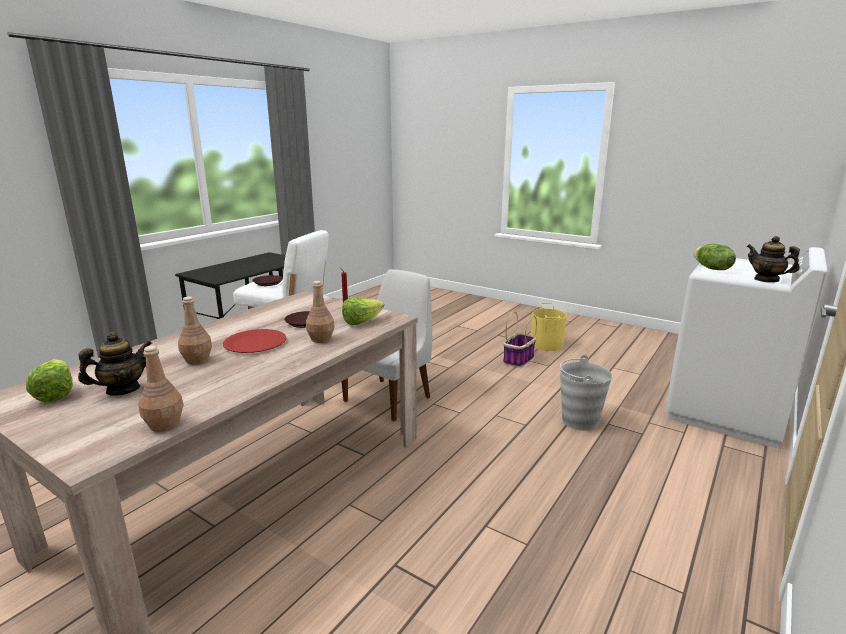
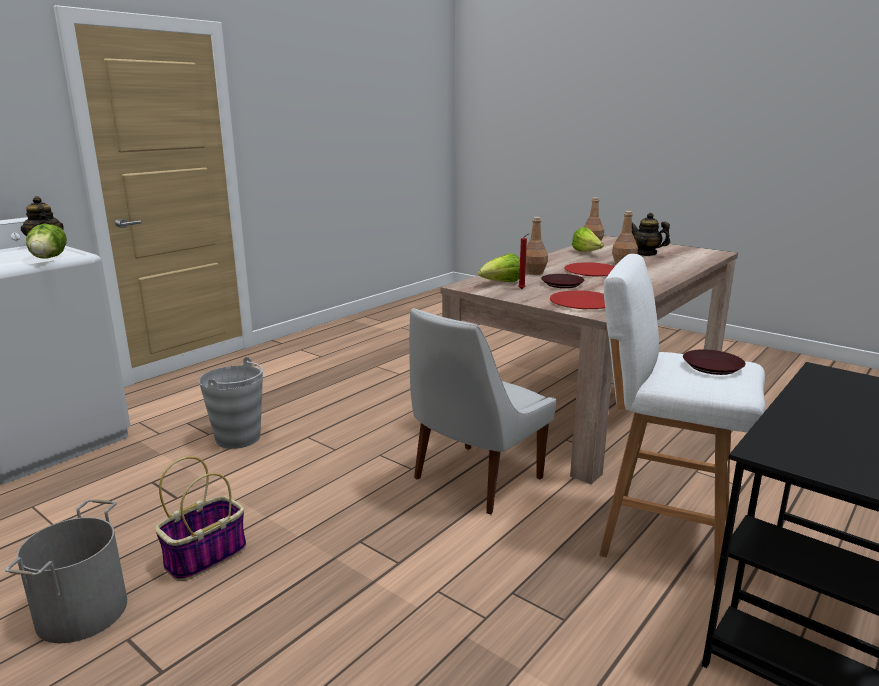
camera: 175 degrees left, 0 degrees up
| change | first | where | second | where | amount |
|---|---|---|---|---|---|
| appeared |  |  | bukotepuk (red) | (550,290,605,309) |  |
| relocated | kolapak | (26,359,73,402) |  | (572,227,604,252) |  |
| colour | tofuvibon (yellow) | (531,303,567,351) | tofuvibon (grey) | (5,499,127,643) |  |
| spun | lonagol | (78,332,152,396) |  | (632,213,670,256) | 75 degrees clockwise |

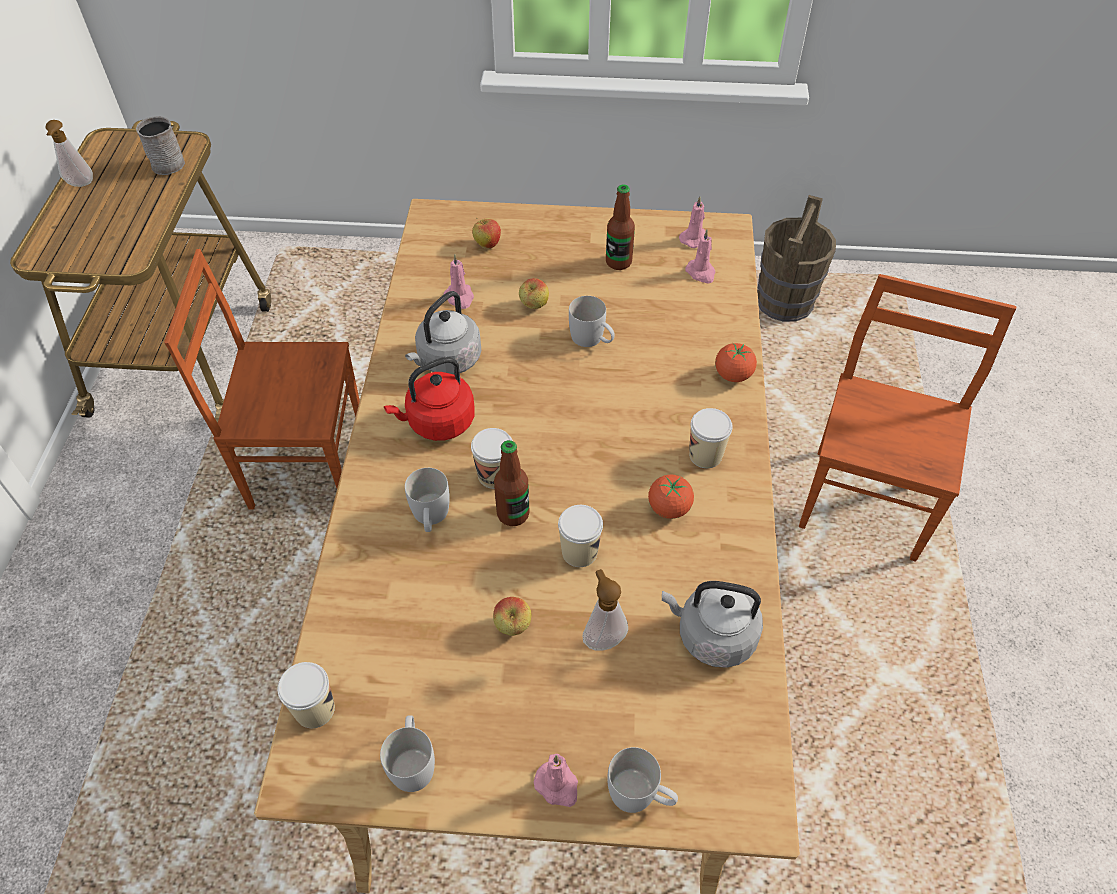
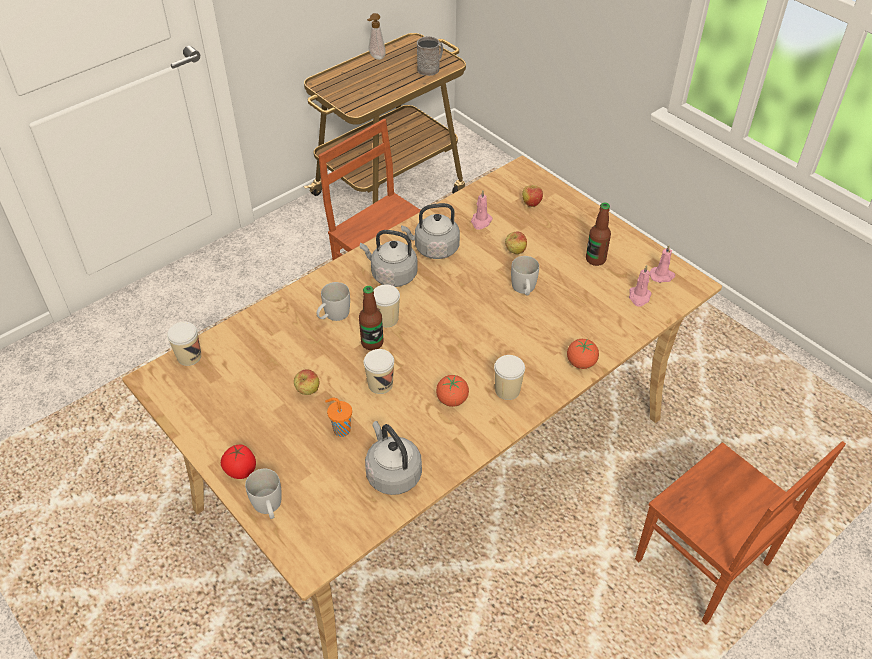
camera: 45 degrees right, 5 degrees down
| change | first | where | second | where | amount |
|---|---|---|---|---|---|
| missing | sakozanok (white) | (380,715,435,792) |  |  |  |
| missing | tofuvibon (brown) | (758,195,836,322) |  |  |  |
| exchanged | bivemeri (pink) | (534,754,578,807) | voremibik | (221,444,256,479) |  |
| exchanged | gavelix | (582,569,628,651) | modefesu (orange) | (325,398,352,437) |  |
| colour | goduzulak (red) | (384,357,475,441) | goduzulak (grey) | (360,230,418,287) |  |
| spun | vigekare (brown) | (799,274,1016,562) |  | (635,441,846,624) | 75 degrees clockwise |

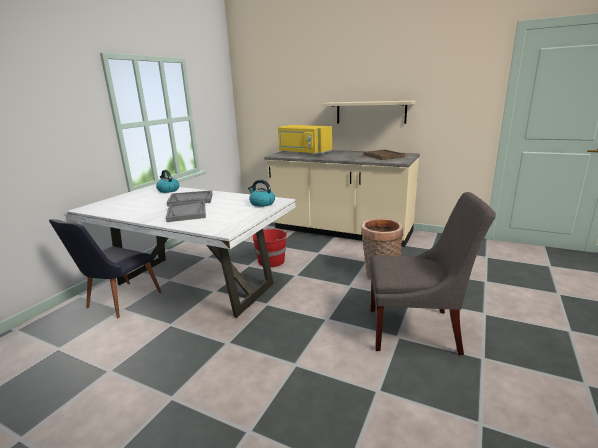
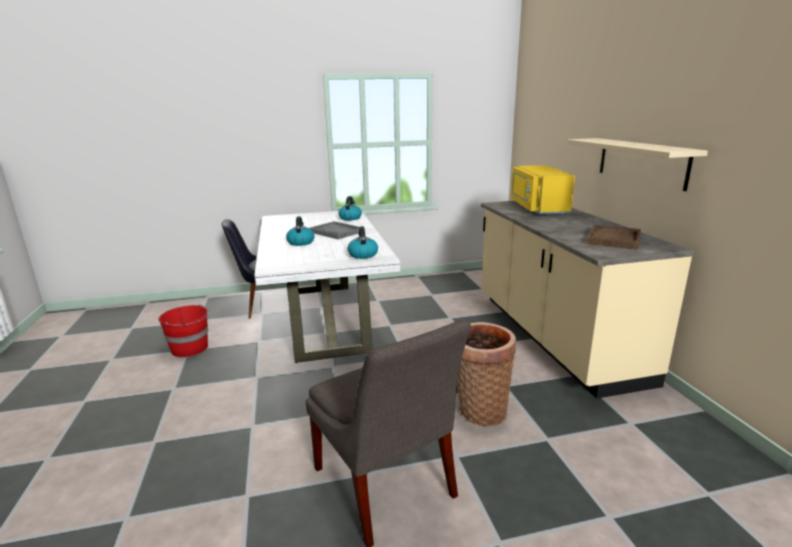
camera: 50 degrees right, 0 degrees up
| change | first | where | second | where | amount |
|---|---|---|---|---|---|
| relocated | tofuvibon (red) | (253,229,289,267) |  | (159,304,210,357) |  |
| exchanged | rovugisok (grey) | (166,200,206,222) | goduzulak | (286,216,314,246) |  |

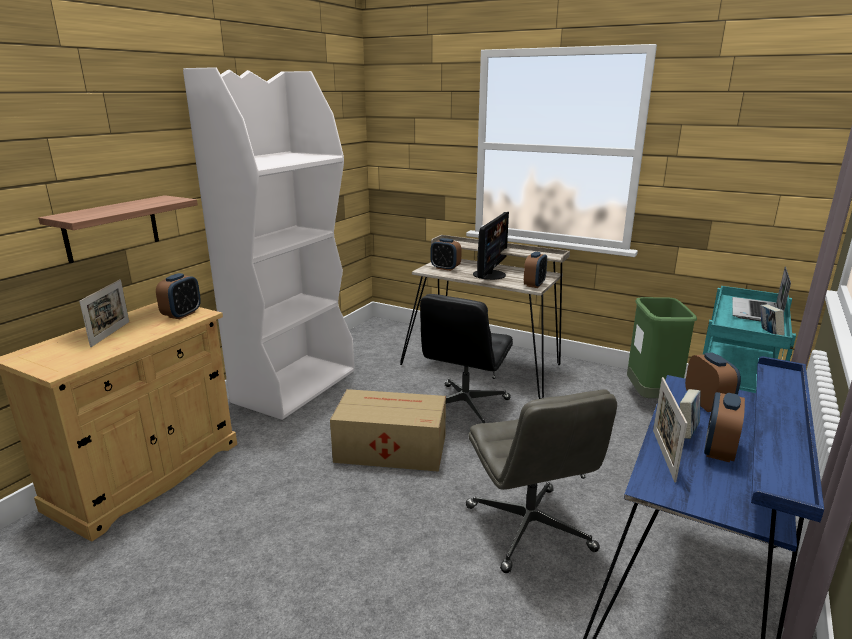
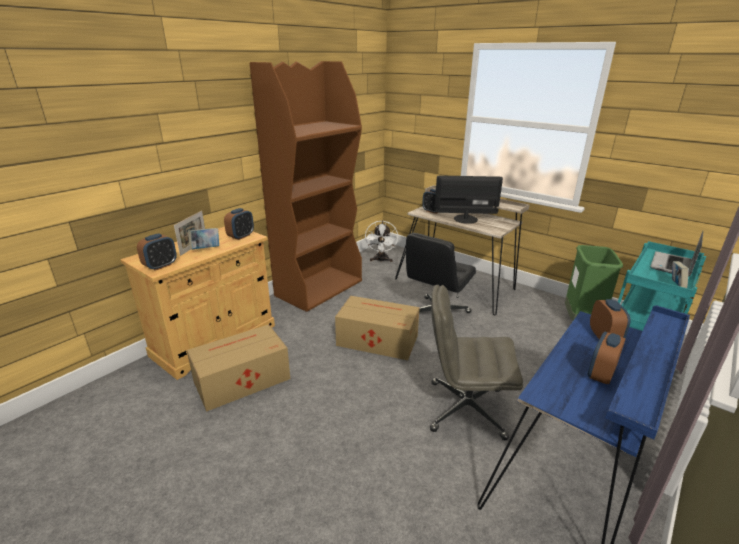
camera: 10 degrees right, 5 degrees up
| change | first | where | second | where | amount |
|---|---|---|---|---|---|
| missing | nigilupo | (38,195,198,263) |  |  |  |
| missing | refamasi | (653,377,688,482) |  |  |  |
| appeared |  |  | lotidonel | (187,324,290,412) |  |
| appeared |  |  | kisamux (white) | (365,220,398,262) |  |
| relocated | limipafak | (524,252,547,288) |  | (137,233,177,271) |  |
| relocated | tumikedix | (680,389,701,439) |  | (188,228,219,250) |  |
| colour | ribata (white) | (183,67,354,420) | ribata (brown) | (250,61,362,312) |  |
| spun | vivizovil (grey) | (466,389,617,573) |  | (430,285,523,440) | 105 degrees clockwise |
| spun | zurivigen | (473,212,509,280) |  | (434,175,503,224) | 120 degrees counterclockwise |

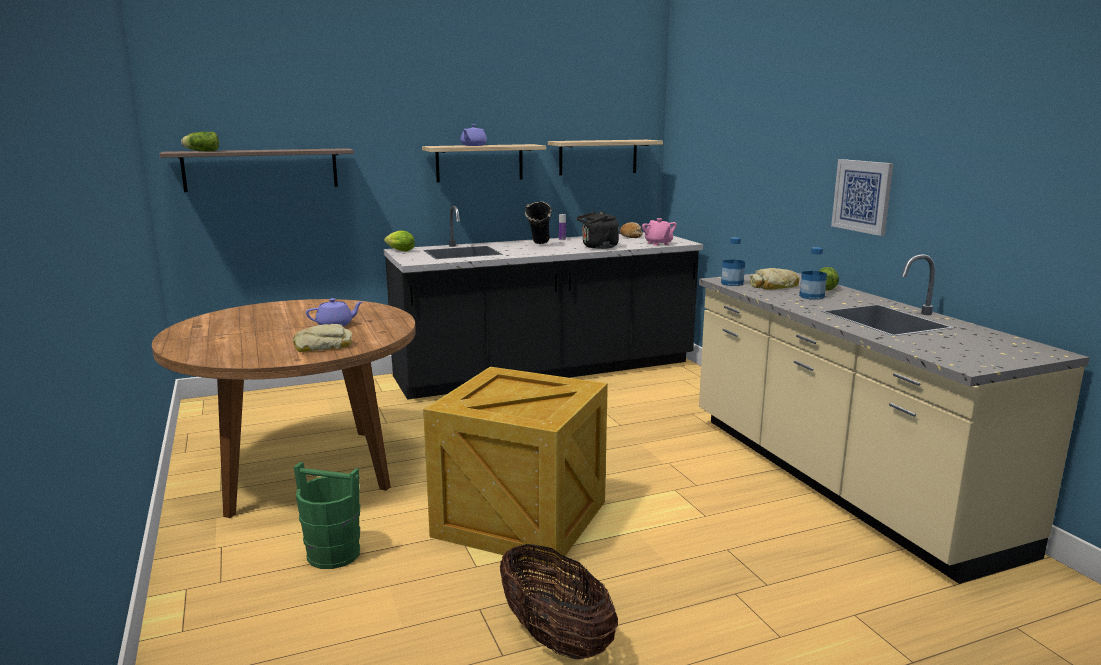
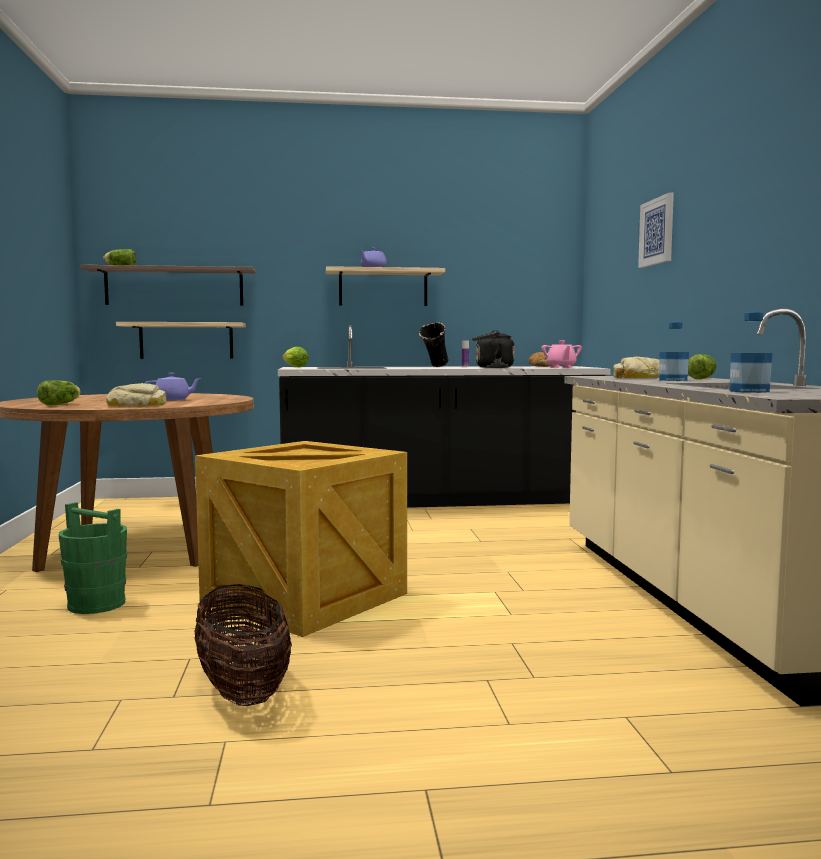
camera: 15 degrees right, 10 degrees down
| change | first | where | second | where | amount |
|---|---|---|---|---|---|
| appeared |  |  | kolapak | (37,380,81,405) |  |
| relocated | nigilupo | (548,140,663,175) |  | (116,322,246,359) |  |
| relocated | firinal | (721,237,745,286) |  | (730,312,772,393) |  |
| relocated | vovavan | (831,159,894,236) |  | (638,192,674,268) |  |

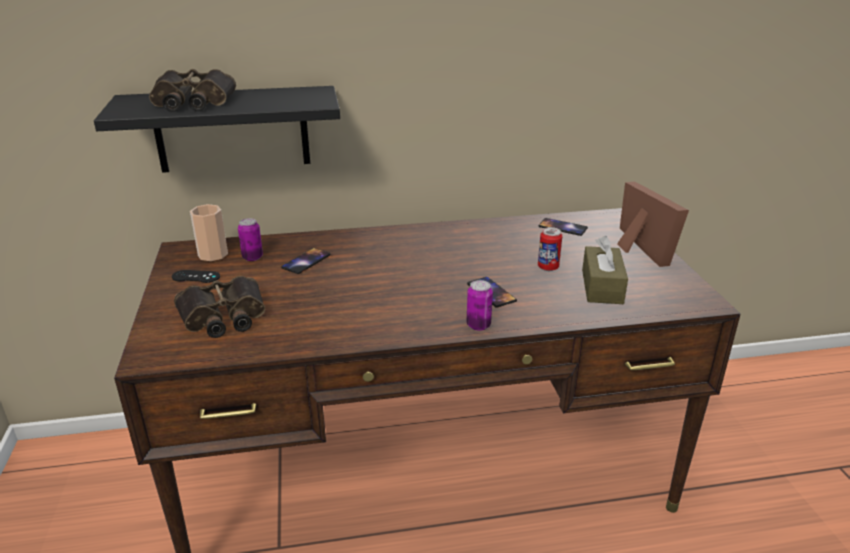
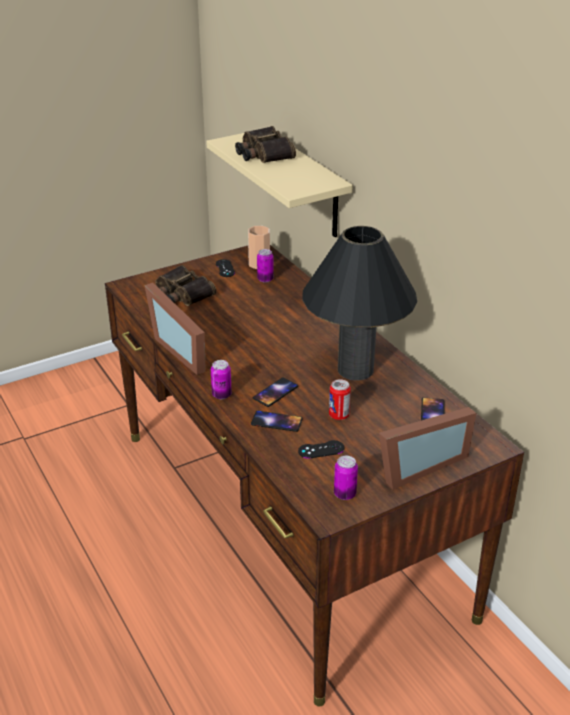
camera: 70 degrees right, 5 degrees up
| change | first | where | second | where | amount |
|---|---|---|---|---|---|
| appeared |  |  | refamasi | (144,283,206,375) |  |
| appeared |  |  | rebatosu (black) | (302,226,417,380) |  |
| appeared |  |  | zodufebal | (334,456,358,500) |  |
| relocated | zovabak | (281,248,331,274) |  | (251,411,303,432) |  |
| exchanged | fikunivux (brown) | (582,236,628,304) | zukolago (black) | (298,440,345,459) |  |
| colour | nigilupo (black) | (94,86,340,173) | nigilupo (beige) | (206,133,353,237) |  |

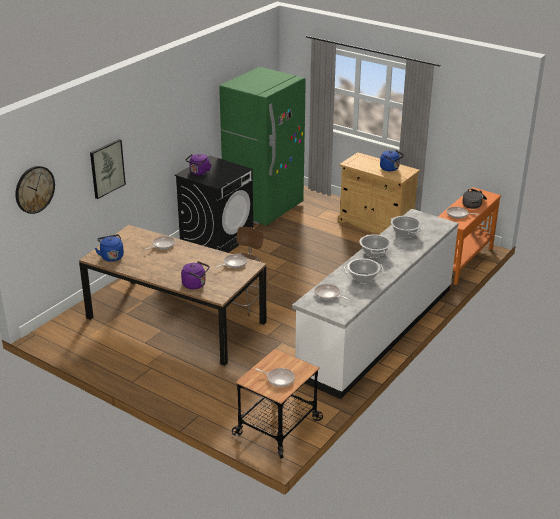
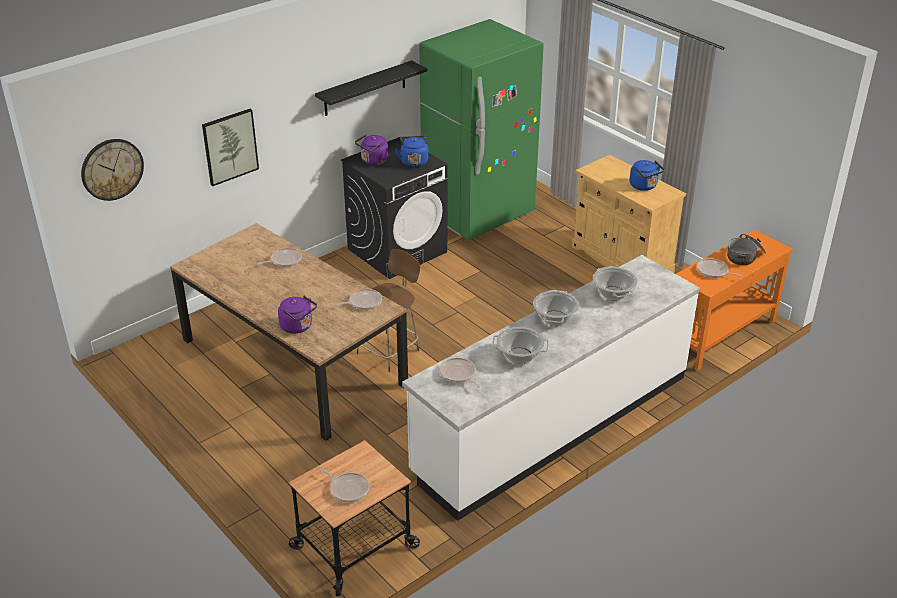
camera: 15 degrees right, 5 degrees up
| change | first | where | second | where | amount |
|---|---|---|---|---|---|
| appeared |  |  | nigilupo (black) | (315,60,427,116) |  |
| relocated | goduzulak (blue) | (95,234,124,262) |  | (395,135,428,167) |  |

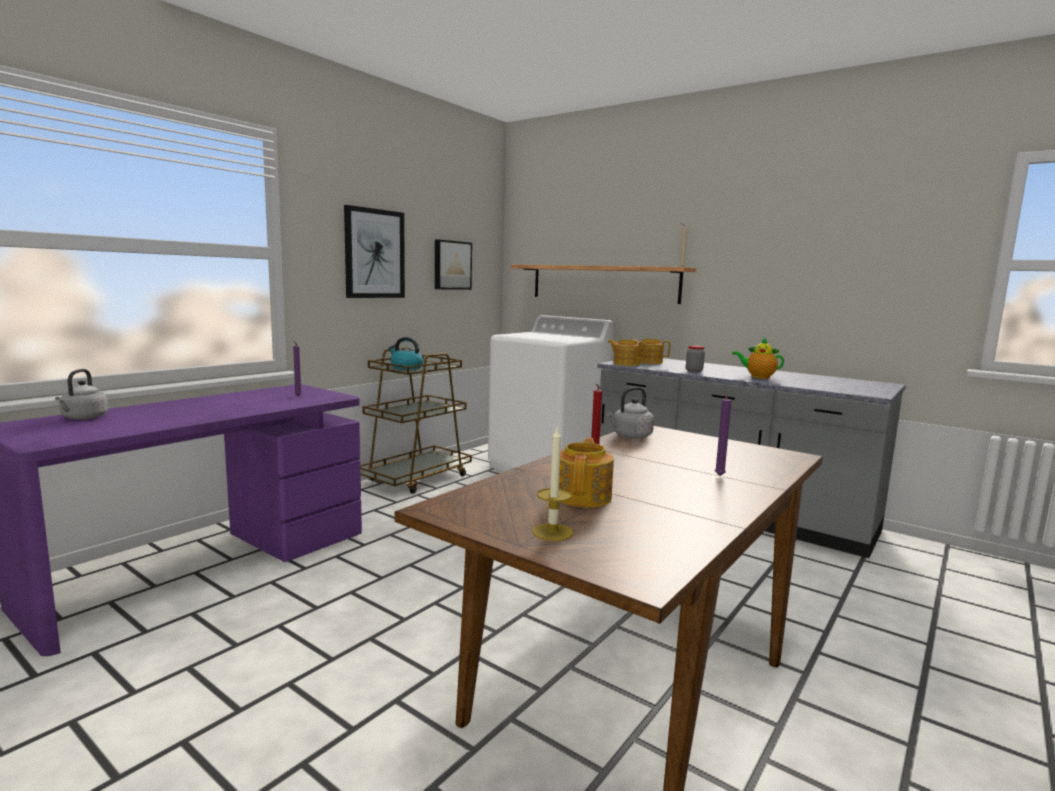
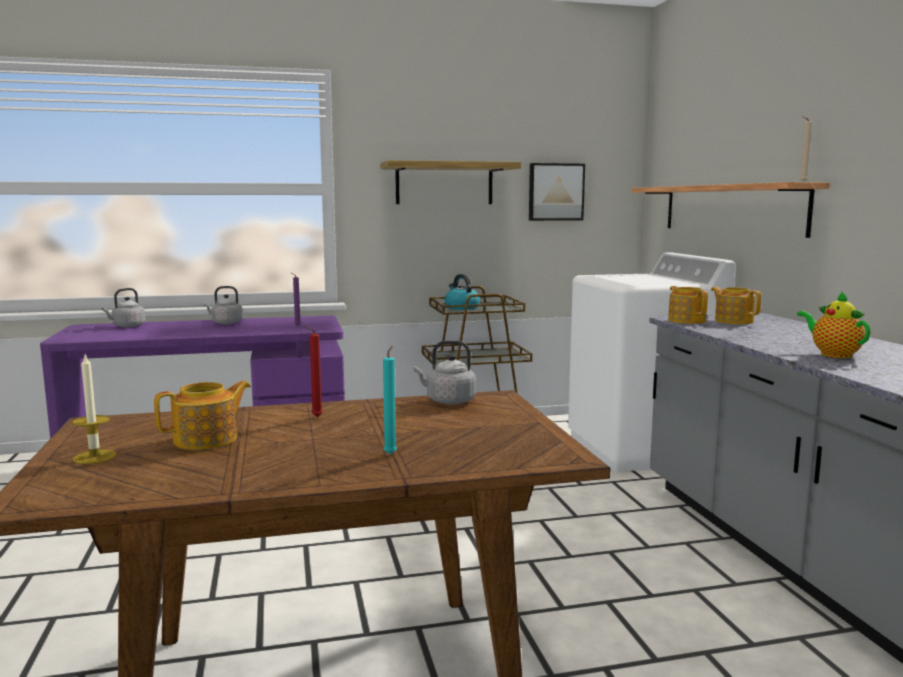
camera: 40 degrees right, 0 degrees up
| change | first | where | second | where | amount |
|---|---|---|---|---|---|
| missing | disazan | (686,345,705,372) |  |  |  |
| appeared |  |  | goduzulak (grey) | (204,286,243,324) |  |
| exchanged | vovavan | (344,205,405,298) | nigilupo | (380,160,521,204) |  |
| colour | bivemeri (purple) | (715,390,731,476) | bivemeri (turquoise) | (383,345,397,455) |  |

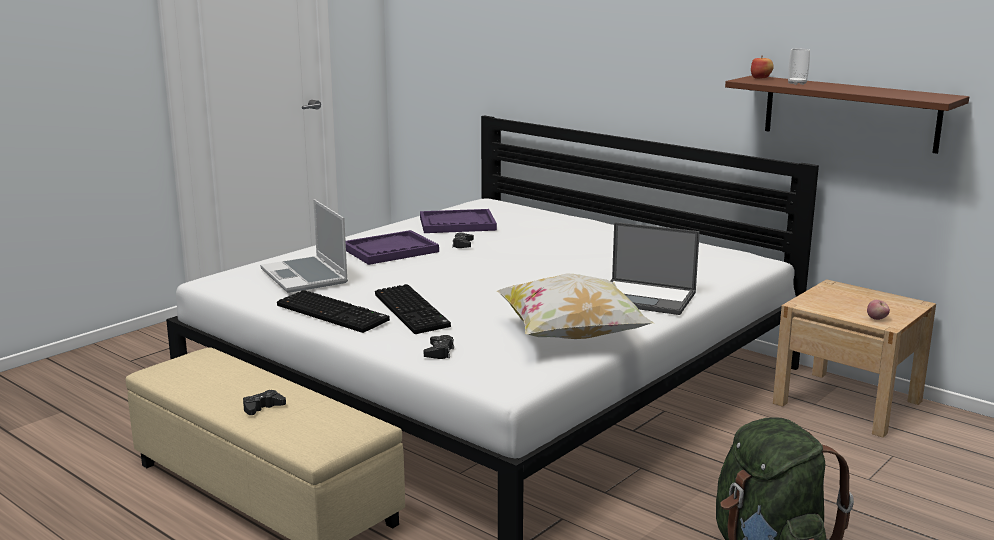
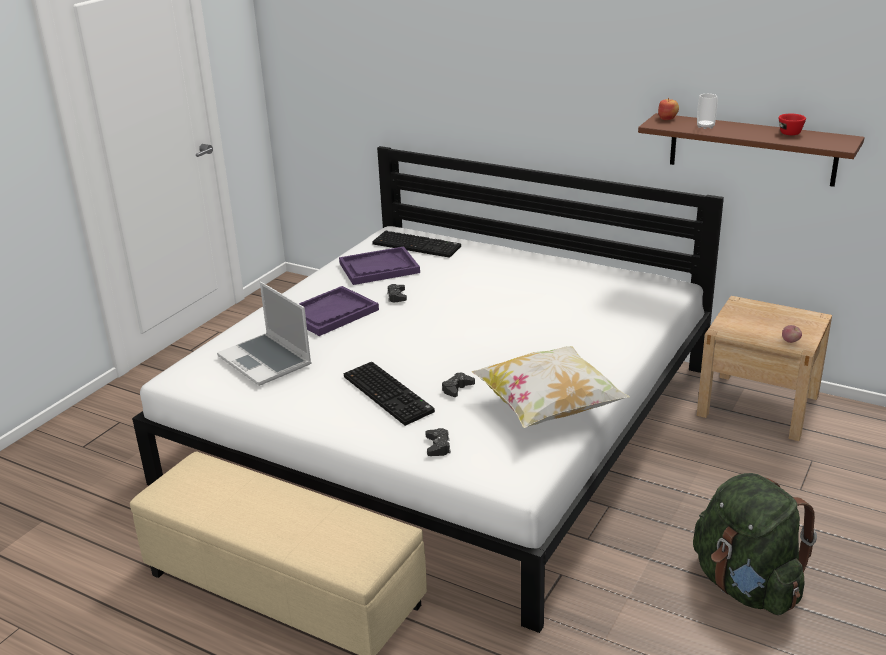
camera: 10 degrees left, 10 degrees up
| change | first | where | second | where | amount |
|---|---|---|---|---|---|
| missing | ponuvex | (610,222,700,315) |  |  |  |
| appeared |  |  | modefesu (red) | (779,114,806,135) |  |
| relocated | zukolago (black) | (243,390,286,415) |  | (442,373,475,397) |  |
| relocated | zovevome | (277,290,390,333) |  | (372,231,461,258) |  |

